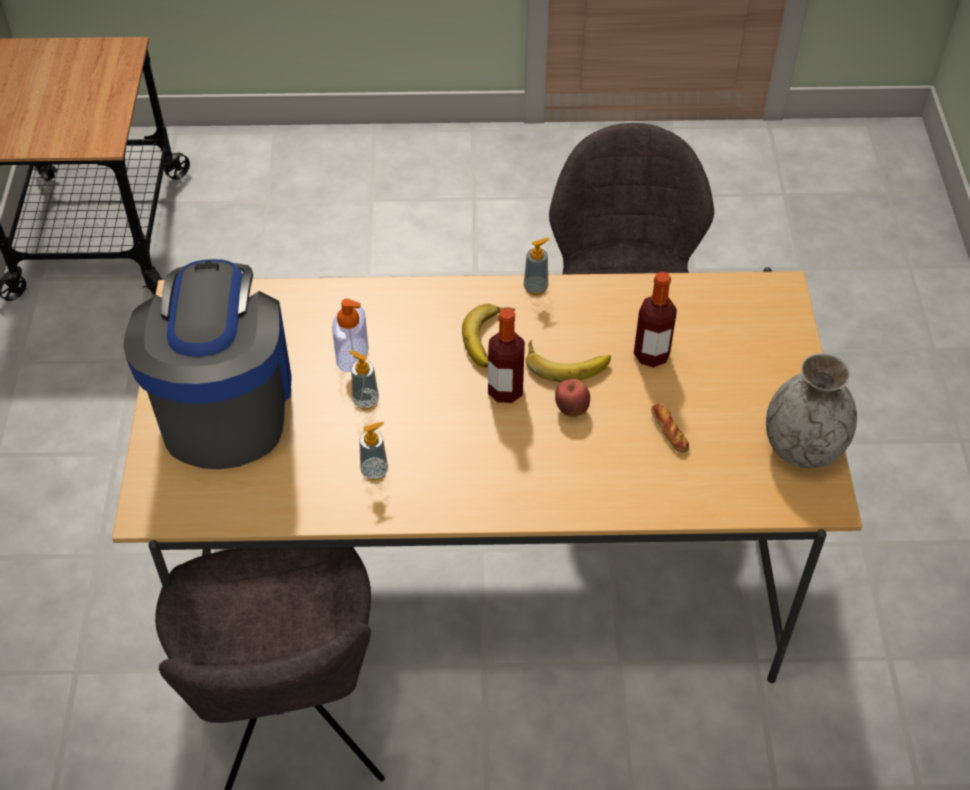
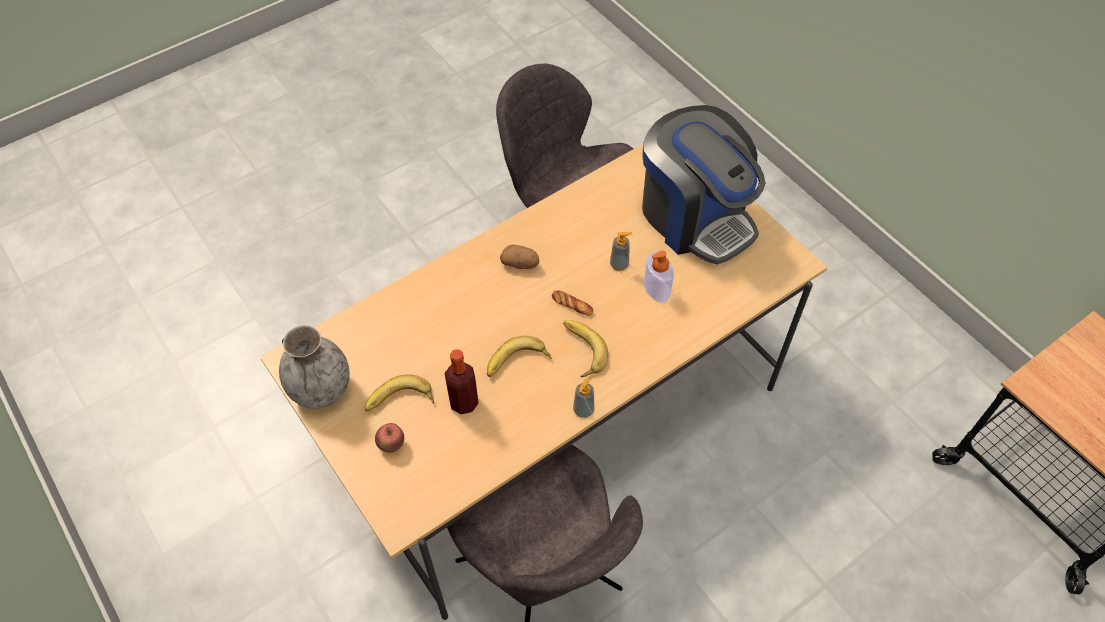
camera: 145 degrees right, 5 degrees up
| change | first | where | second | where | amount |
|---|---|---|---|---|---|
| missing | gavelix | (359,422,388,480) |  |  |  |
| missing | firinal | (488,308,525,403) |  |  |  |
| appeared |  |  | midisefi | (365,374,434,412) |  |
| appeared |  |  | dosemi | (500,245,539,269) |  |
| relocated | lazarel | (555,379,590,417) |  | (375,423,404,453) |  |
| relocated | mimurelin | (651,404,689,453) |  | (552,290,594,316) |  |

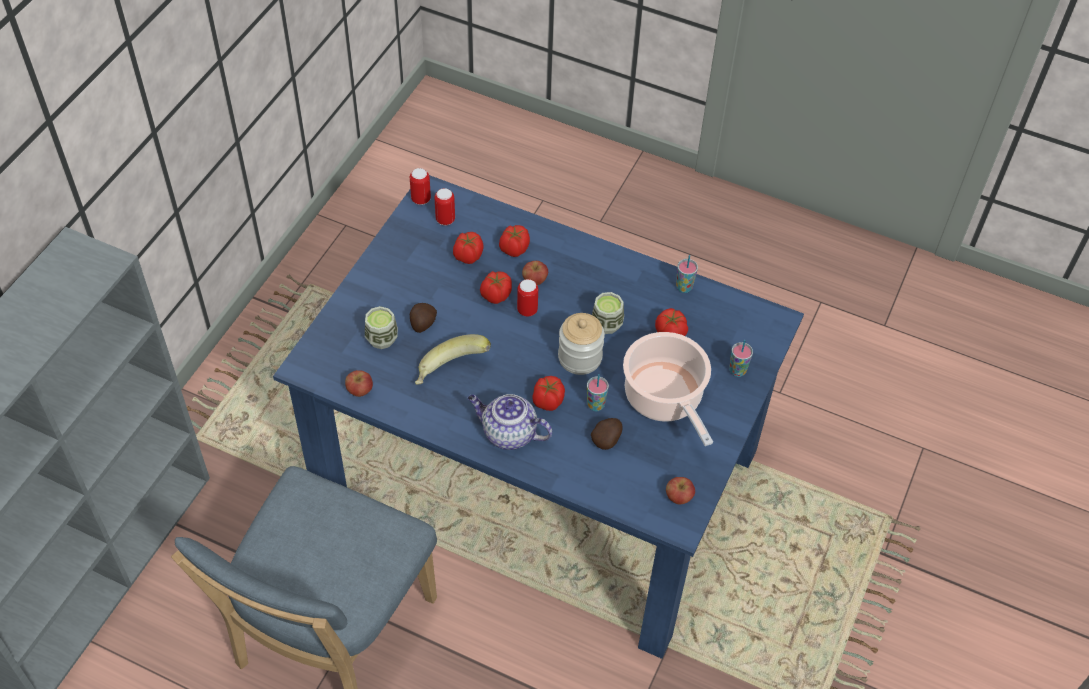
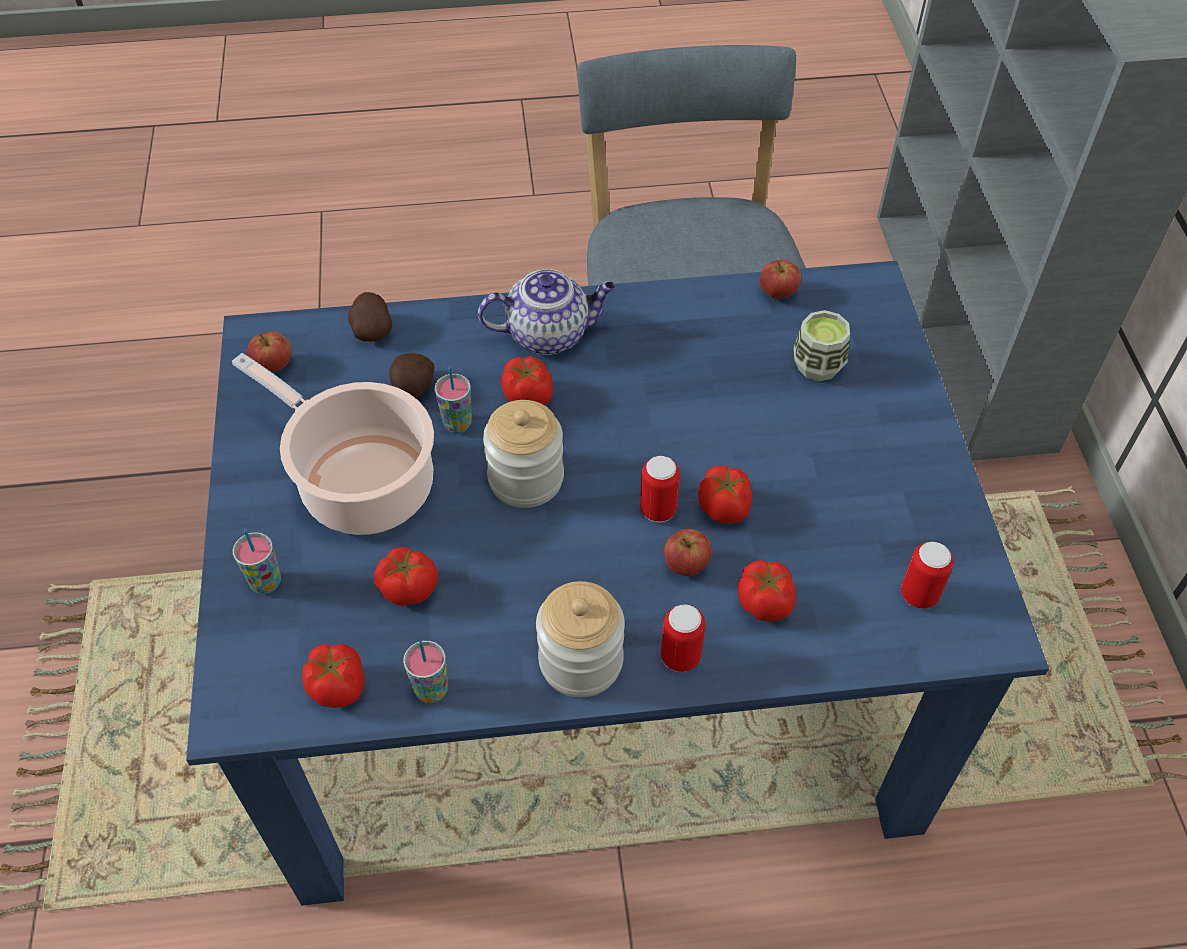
camera: 150 degrees right, 0 degrees up
| change | first | where | second | where | amount |
|---|---|---|---|---|---|
| missing | midisefi | (415,334,491,385) |  |  |  |
| missing | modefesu | (592,292,624,334) |  |  |  |
| appeared |  |  | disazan | (536,581,625,697) |  |
| relocated | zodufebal | (410,168,431,205) |  | (661,604,705,672) |  |
| relocated | dosemi | (410,303,437,333) |  | (348,292,392,342) |  |
| relocated | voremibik | (453,232,484,264) |  | (302,644,364,708) |  |

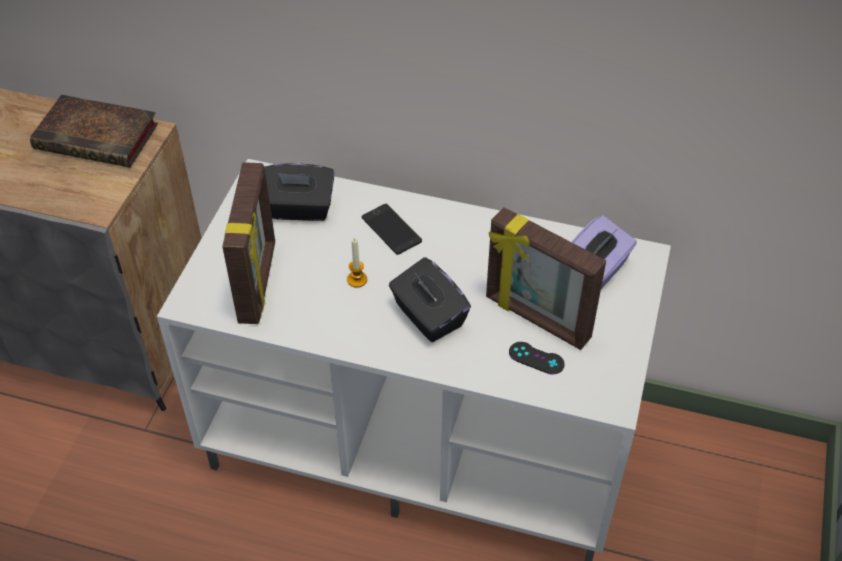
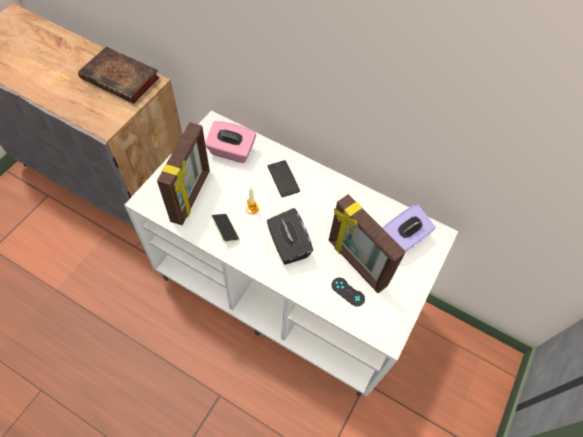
camera: 10 degrees right, 10 degrees up
| change | first | where | second | where | amount |
|---|---|---|---|---|---|
| appeared |  |  | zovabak | (211,214,239,242) |  |
| colour | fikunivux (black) | (264,163,335,221) | fikunivux (pink) | (205,121,256,163) |  |

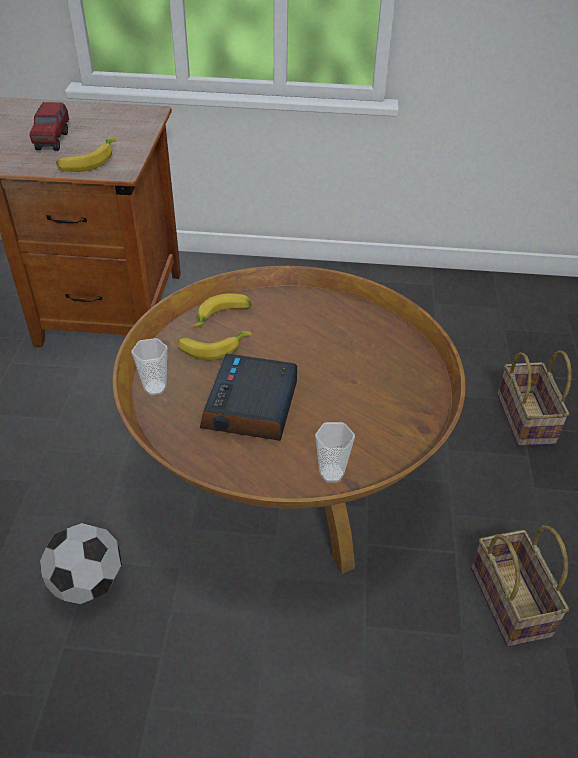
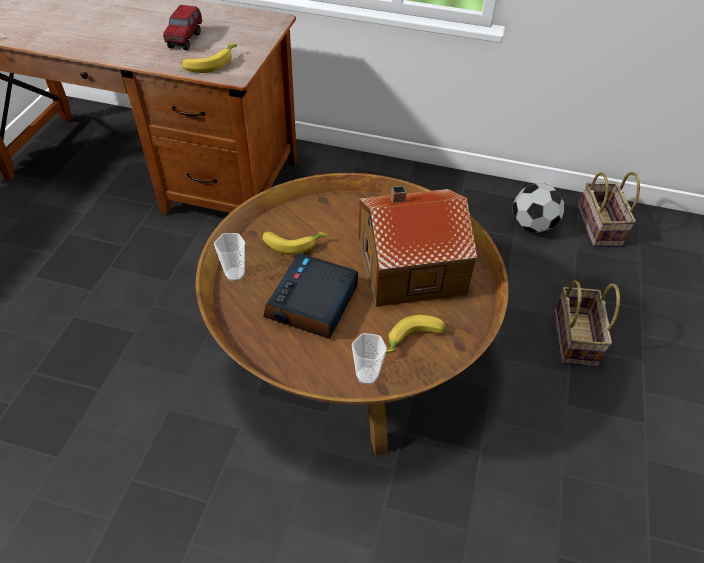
camera: 10 degrees right, 5 degrees up
| change | first | where | second | where | amount |
|---|---|---|---|---|---|
| appeared |  |  | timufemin | (358,186,478,307) |  |
| relocated | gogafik | (40,523,122,604) |  | (513,183,564,233) |  |
| relocated | midisefi | (193,293,252,327) |  | (386,315,446,353) |  |
| relocated | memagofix | (471,525,569,647) |  | (577,172,640,247) |  |

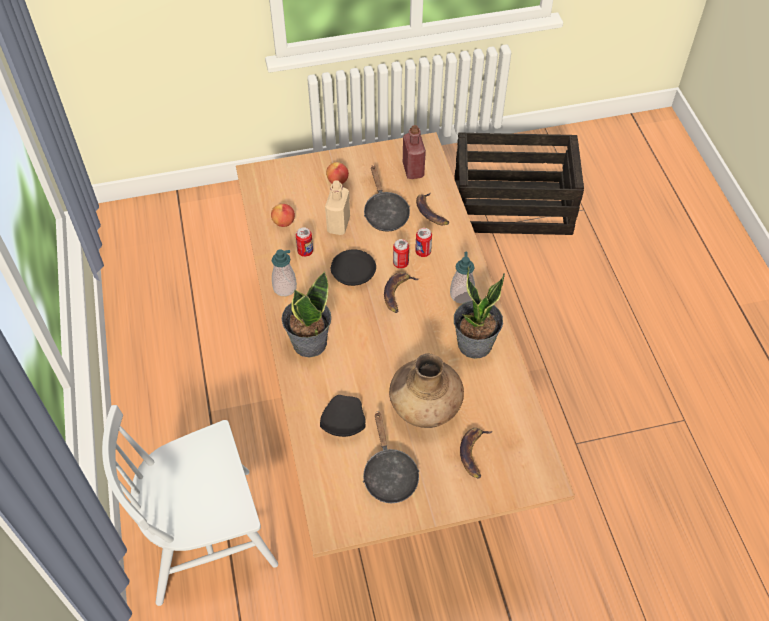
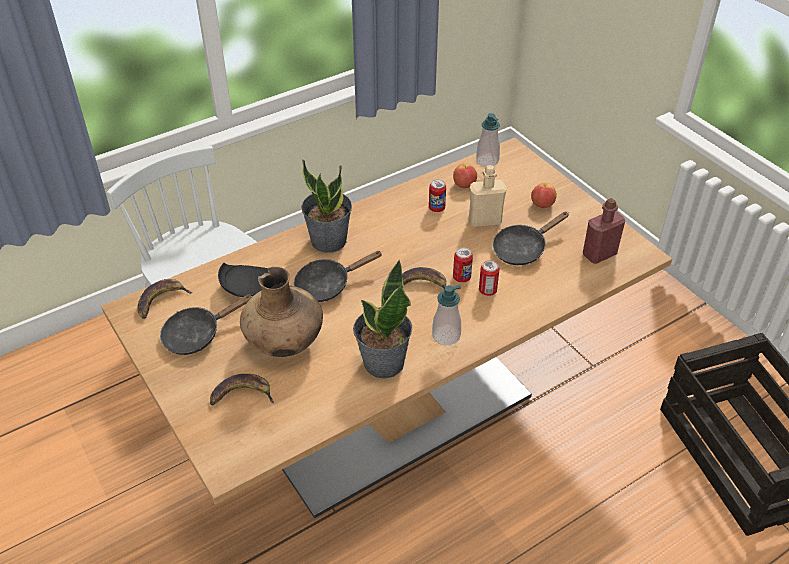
camera: 70 degrees right, 10 degrees down
| change | first | where | second | where | amount |
|---|---|---|---|---|---|
| missing | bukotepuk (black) | (330,249,376,286) |  |  |  |
| appeared |  |  | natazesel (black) | (294,251,383,302) |  |
| relocated | gavelix | (272,249,297,296) |  | (476,113,500,167) |  |
| relocated | midisefi | (416,193,449,225) |  | (137,279,193,319) |  |

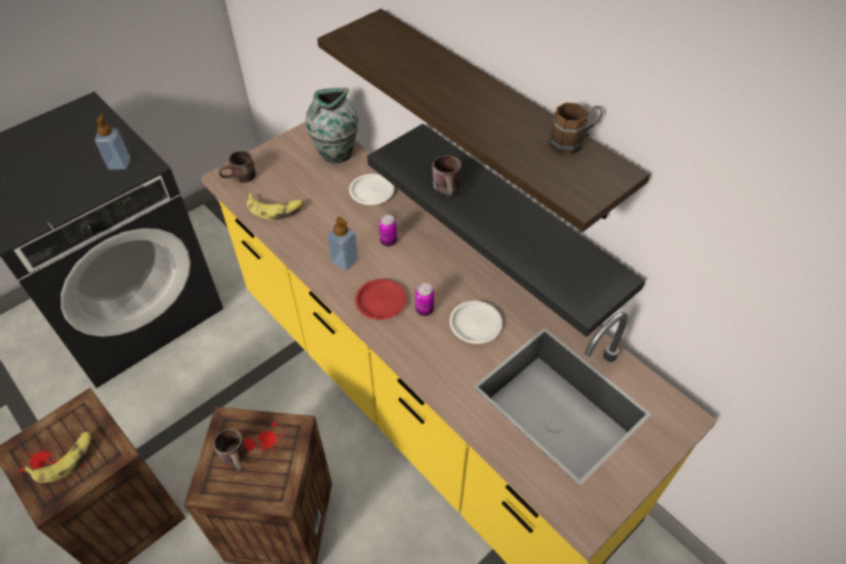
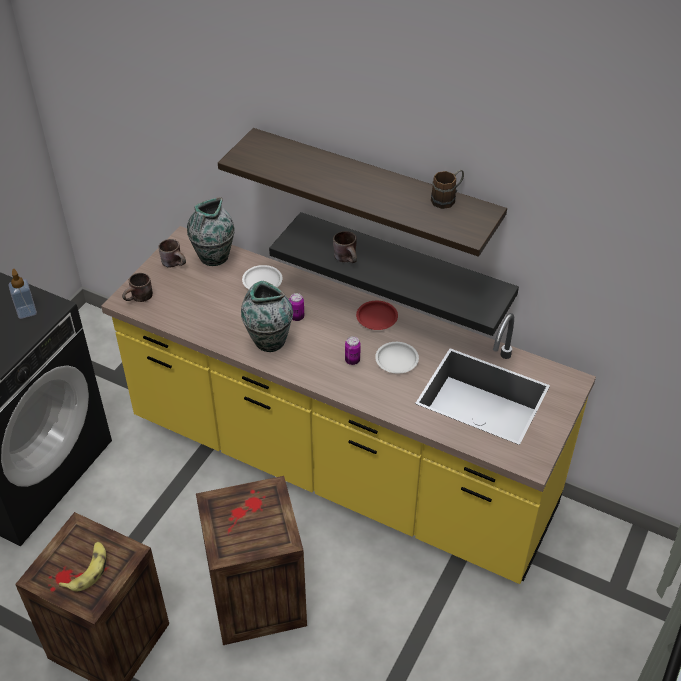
camera: 20 degrees left, 5 degrees down
| change | first | where | second | where | amount |
|---|---|---|---|---|---|
| missing | midisefi | (247,193,303,220) |  |  |  |
| relocated | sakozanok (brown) | (213,429,247,472) |  | (158,239,186,267) |  |
| relocated | bukotepuk (red) | (355,279,407,320) |  | (356,301,398,330) |  |
| exchanged | gavelix | (327,217,358,270) | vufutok | (241,281,293,352) |  |

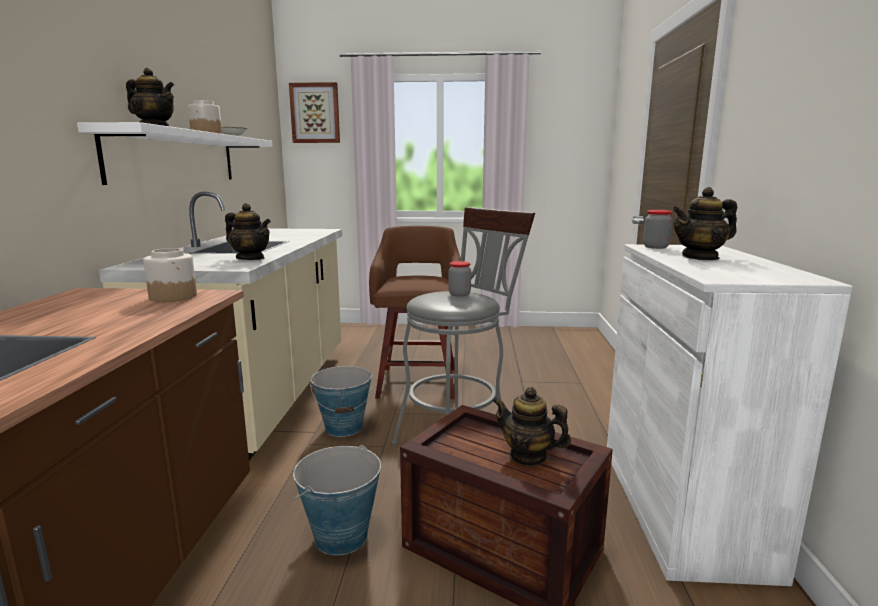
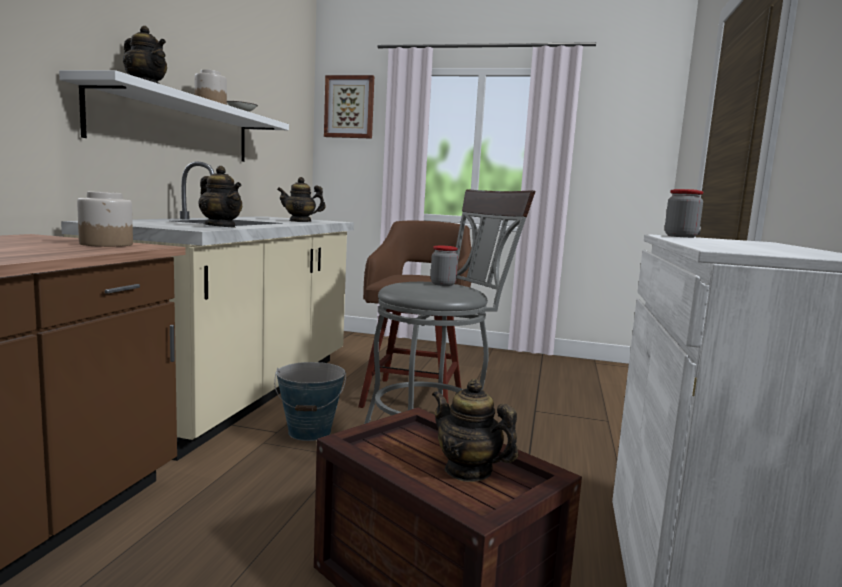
camera: 10 degrees right, 5 degrees down
| change | first | where | second | where | amount |
|---|---|---|---|---|---|
| missing | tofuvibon | (293,445,381,555) |  |  |  |
| relocated | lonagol | (672,187,737,260) |  | (277,177,326,222) |  |

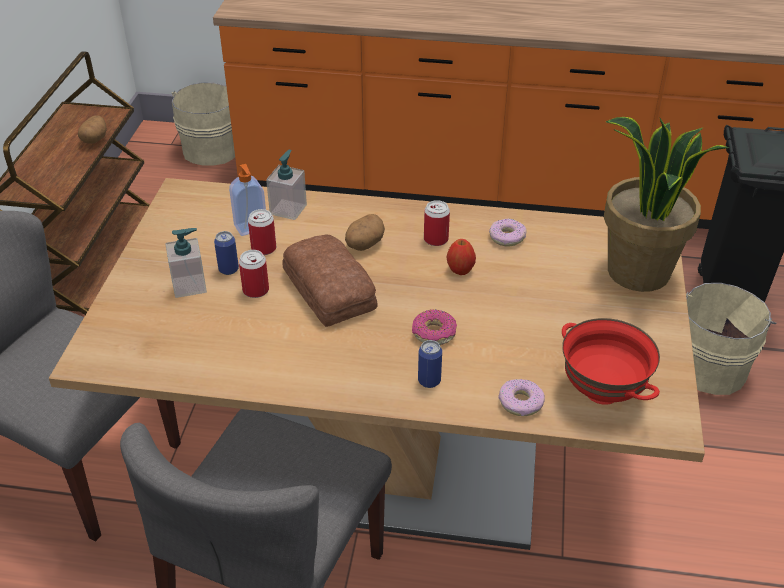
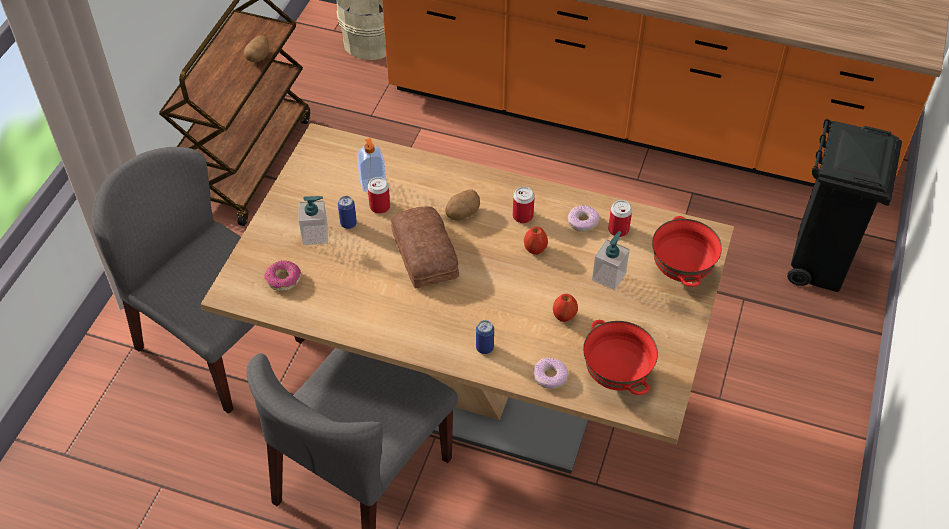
camera: 10 degrees right, 10 degrees up
| change | first | where | second | where | amount |
|---|---|---|---|---|---|
| missing | tofuvibon (beige) | (686,283,777,395) |  |  |  |
| appeared |  |  | lazarel | (553,294,578,322) |  |
| relocated | zodufebal | (239,250,269,298) |  | (608,200,632,237) |  |
| relocated | gavelix | (266,150,307,220) |  | (592,231,630,290) |  |
| relocated | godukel | (412,309,457,345) |  | (264,260,301,291) |  |
| exchanged | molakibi | (604,117,730,292) | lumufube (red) | (652,216,722,287) |  |

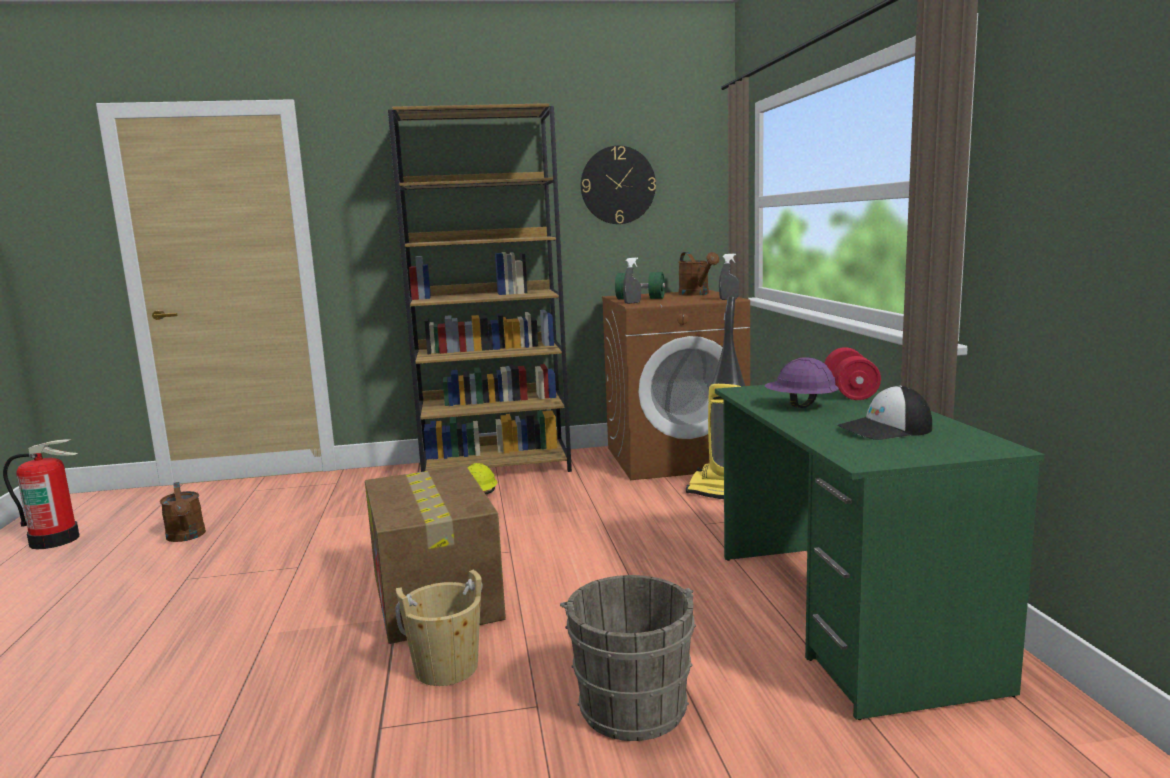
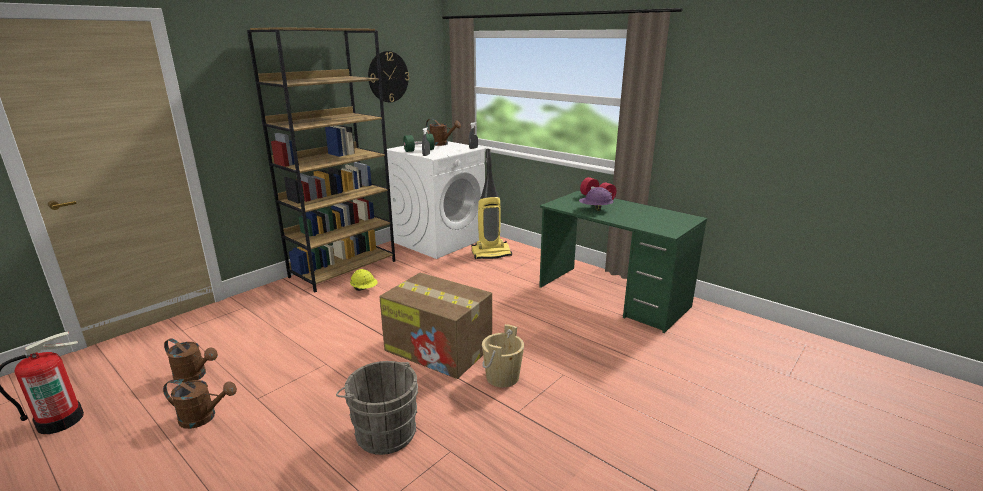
camera: 40 degrees left, 10 degrees up
| change | first | where | second | where | amount |
|---|---|---|---|---|---|
| missing | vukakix | (838,386,932,440) |  |  |  |
| appeared |  |  | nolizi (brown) | (163,380,237,429) |  |
| relocated | tofuvibon (grey) | (560,575,696,741) |  | (336,361,418,455) |  |
| colour | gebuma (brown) | (602,290,750,480) | gebuma (white) | (387,141,485,259) |  |

